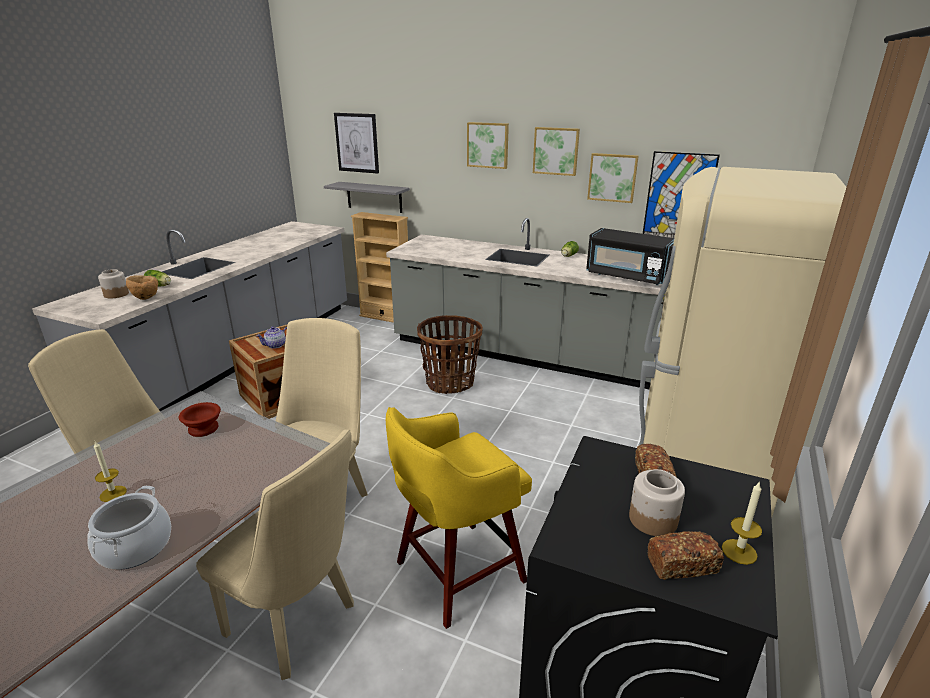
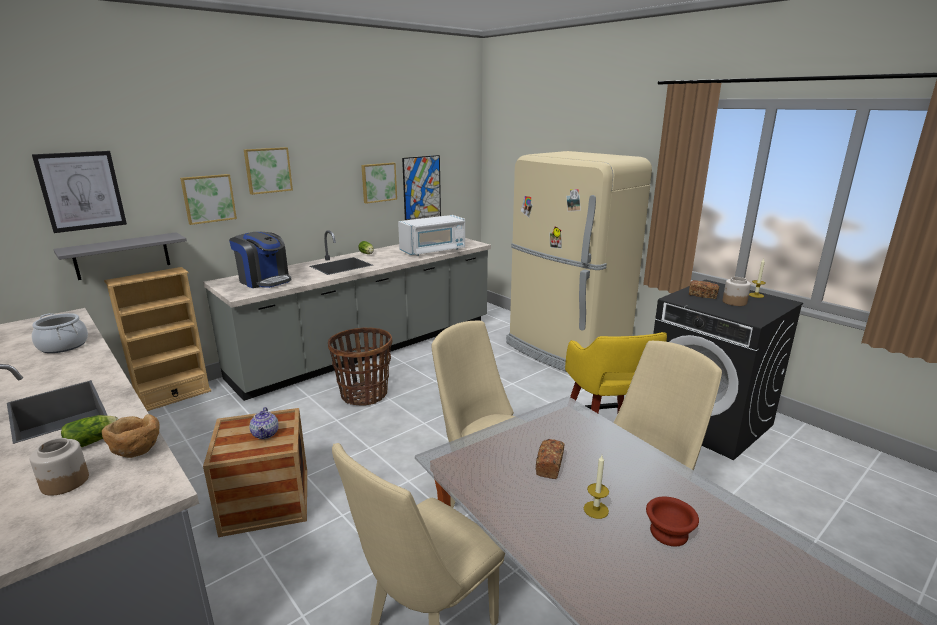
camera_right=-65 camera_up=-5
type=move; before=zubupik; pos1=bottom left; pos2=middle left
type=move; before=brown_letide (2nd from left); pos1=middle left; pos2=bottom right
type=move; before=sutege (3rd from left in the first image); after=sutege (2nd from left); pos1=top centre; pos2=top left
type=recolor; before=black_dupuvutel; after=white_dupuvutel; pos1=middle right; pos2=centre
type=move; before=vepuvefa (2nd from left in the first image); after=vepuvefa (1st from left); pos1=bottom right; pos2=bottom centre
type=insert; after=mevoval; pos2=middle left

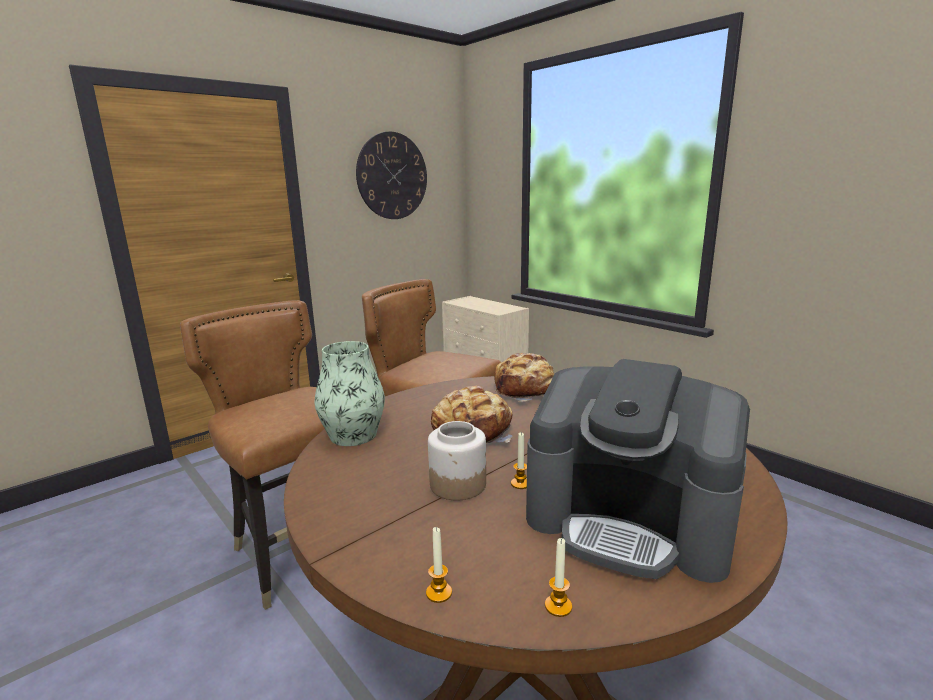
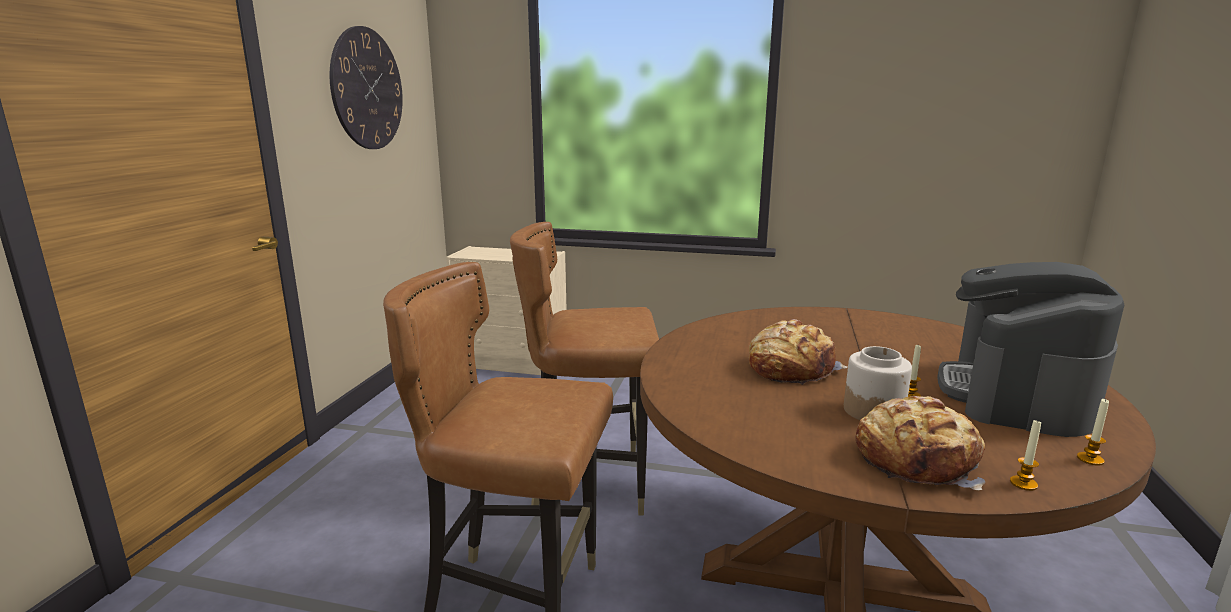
camera_right=-35 camera_up=0
type=delete; before=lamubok; pos1=centre
type=move; before=vepuvefa (2nd from left); pos1=centre; pos2=bottom right
type=rotate; before=mevoval; pos1=bottom right; pos2=middle right; turn=120

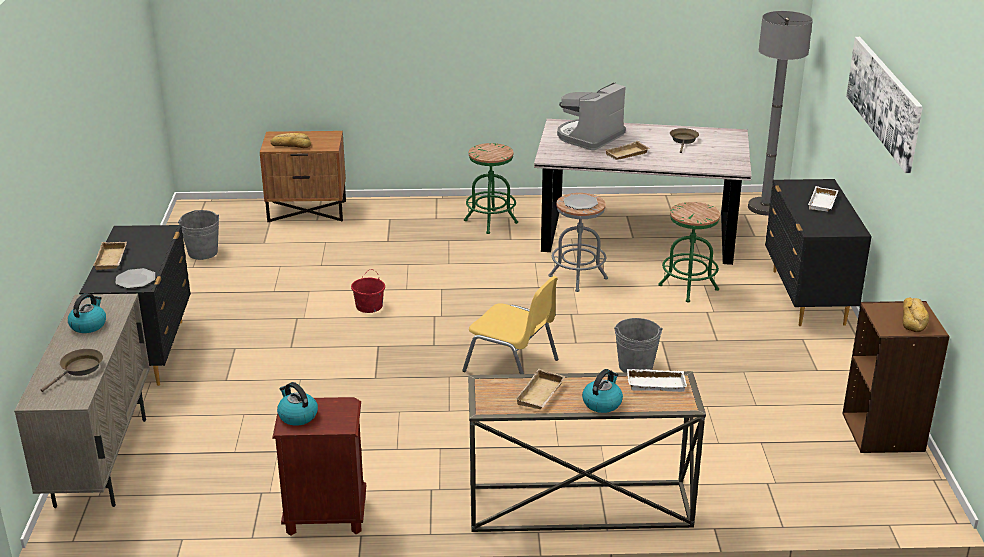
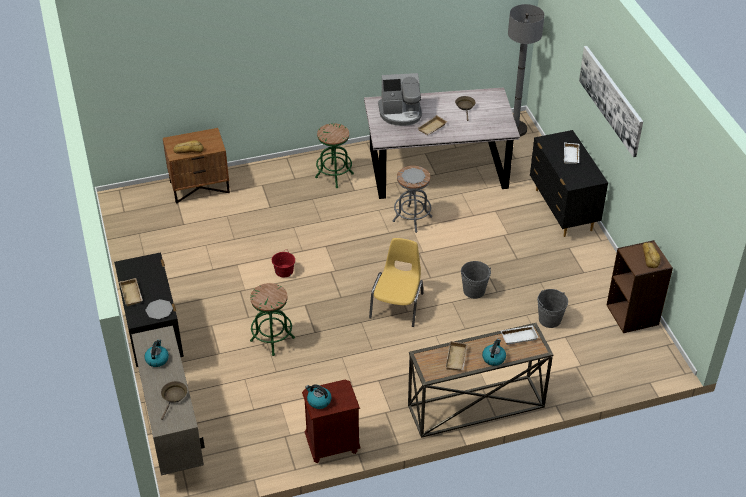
camera_right=-15 camera_up=15
type=move; before=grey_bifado (1st from left in the first image); after=grey_bifado (2nd from left); pos1=middle left; pos2=middle right
type=rotate; before=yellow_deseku; pos1=centre; pos2=centre; turn=-90
type=rotate; before=mevoval; pos1=top centre; pos2=top centre; turn=-120
type=move; before=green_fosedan (2nd from left in the first image); after=green_fosedan (1st from left); pos1=middle right; pos2=centre

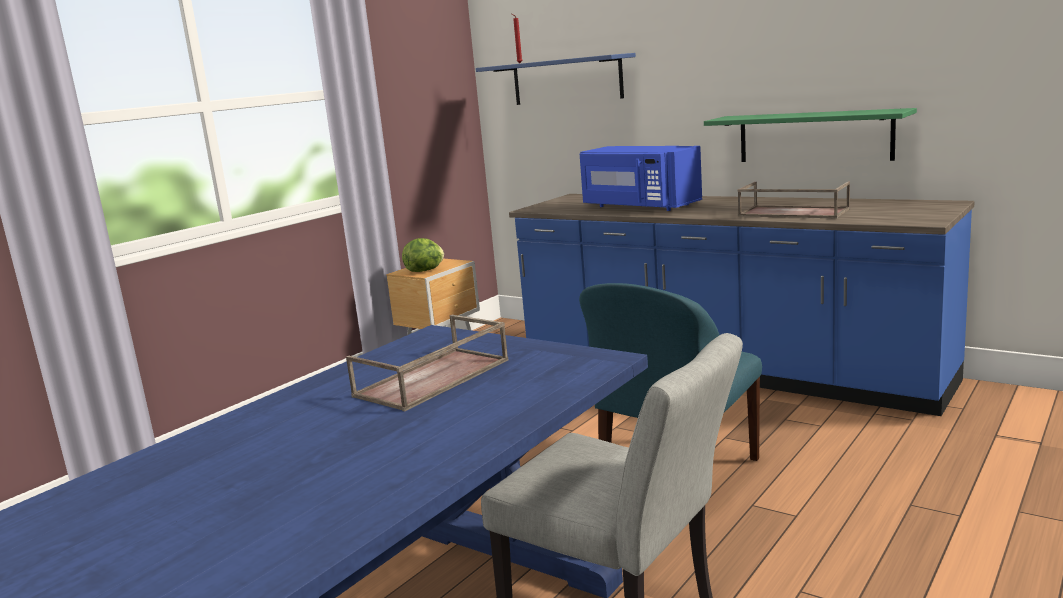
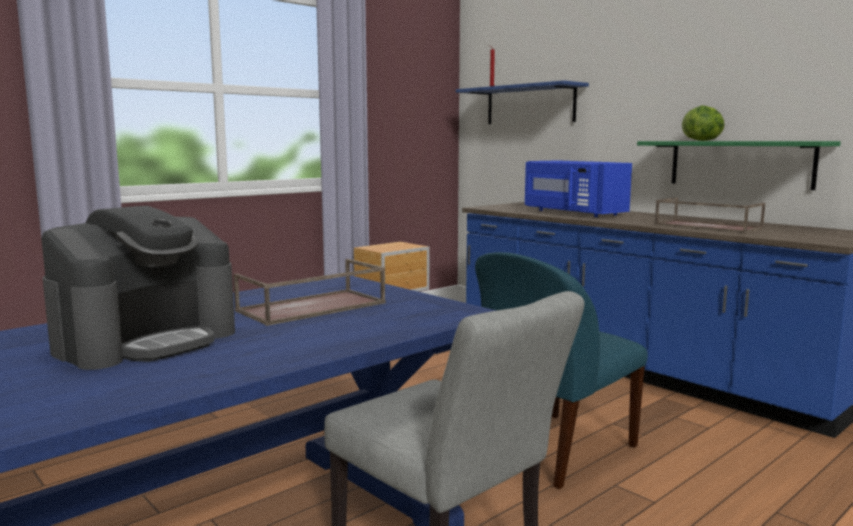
camera_right=10 camera_up=-5
type=move; before=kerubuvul; pos1=centre; pos2=top right
type=insert; after=mevoval; pos2=middle left

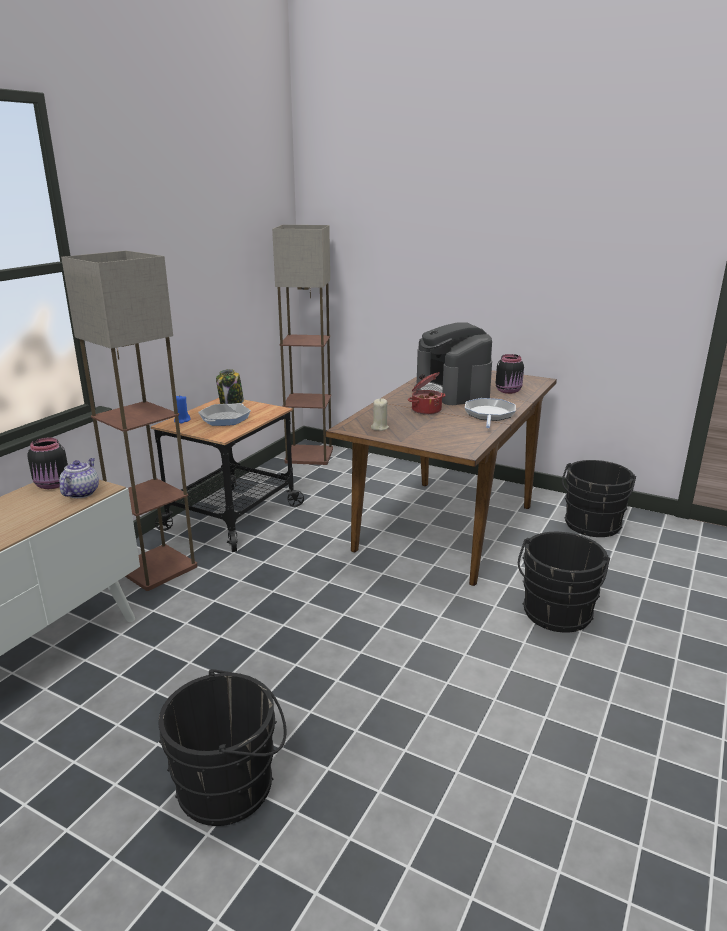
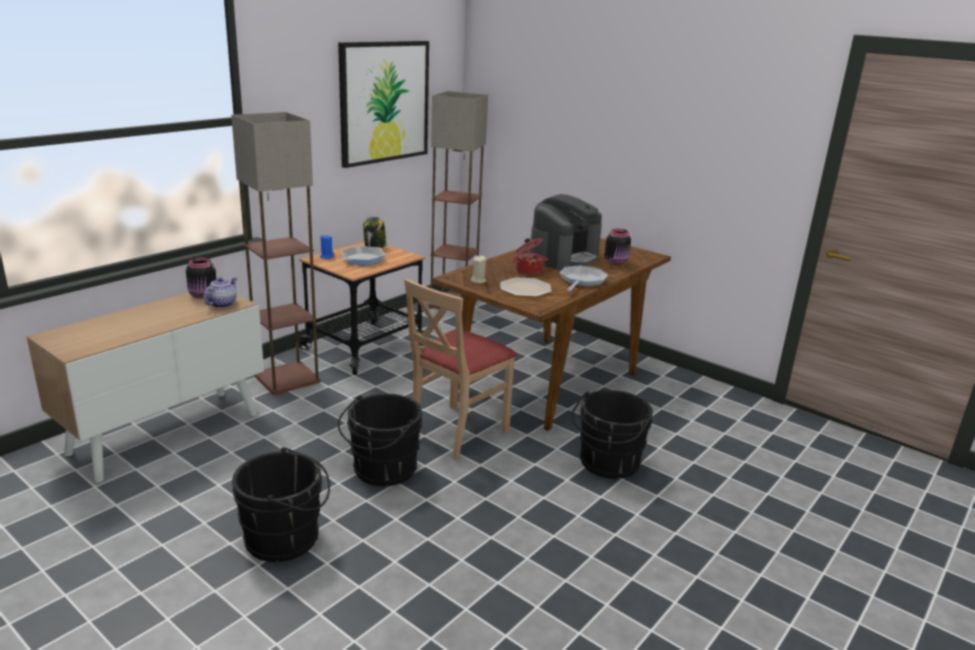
camera_right=10 camera_up=0
type=rotate; before=mevoval; pos1=centre; pos2=centre; turn=-135
type=move; before=black_bifado (3rd from left in the first image); after=black_bifado (2nd from left); pos1=middle right; pos2=bottom centre
type=insert; after=sutege; pos2=top centre
type=insert; after=beige_deseku; pos2=centre
type=insert; after=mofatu; pos2=centre

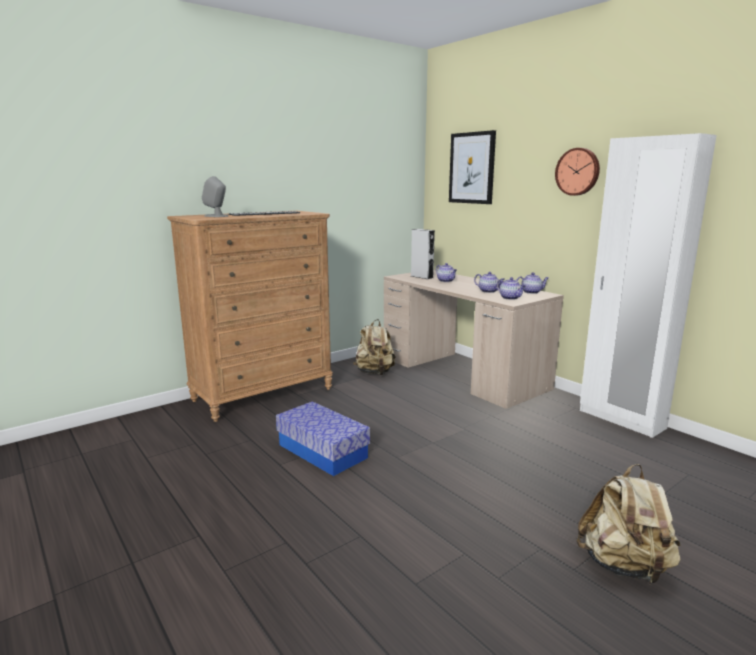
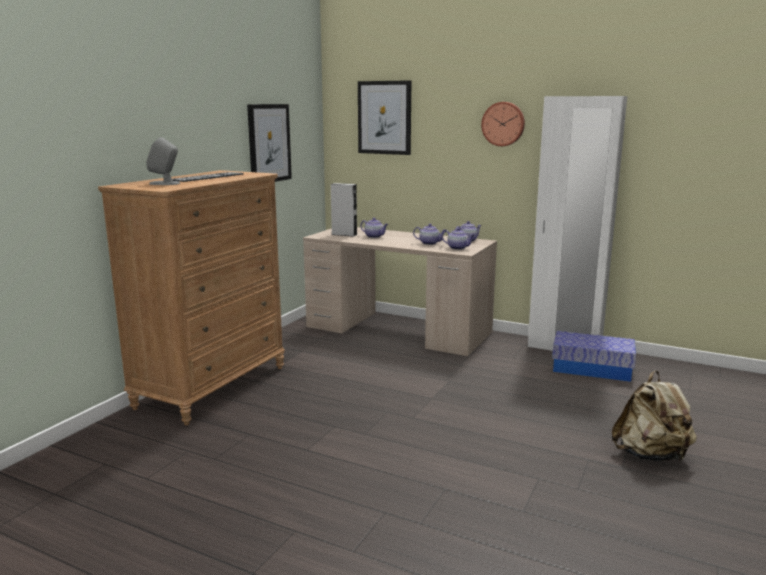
camera_right=-25 camera_up=0
type=move; before=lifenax; pos1=bottom centre; pos2=middle right
type=delete; before=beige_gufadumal (1st from left); pos1=centre
type=insert; after=sutege (1st from left); pos2=top centre

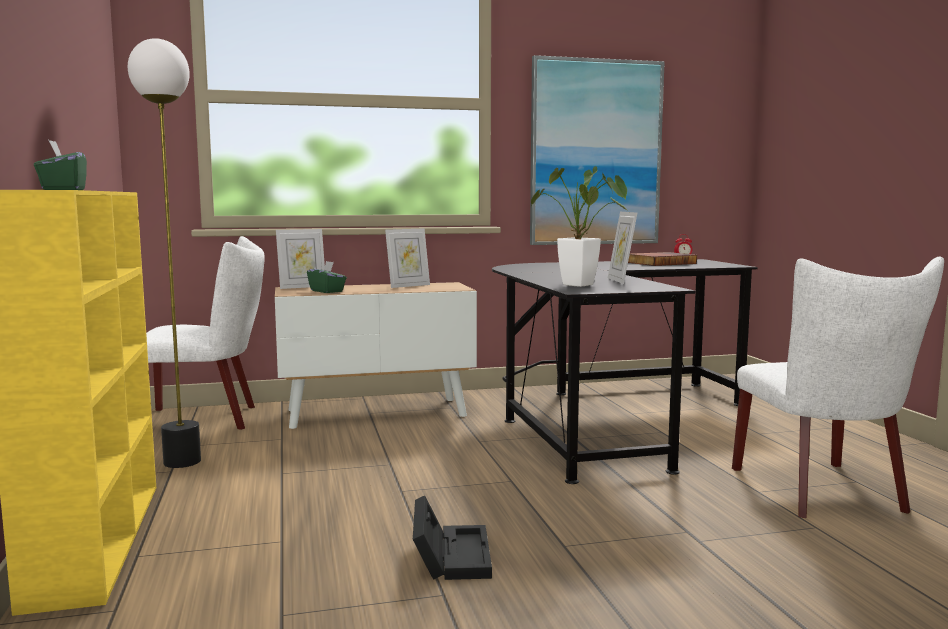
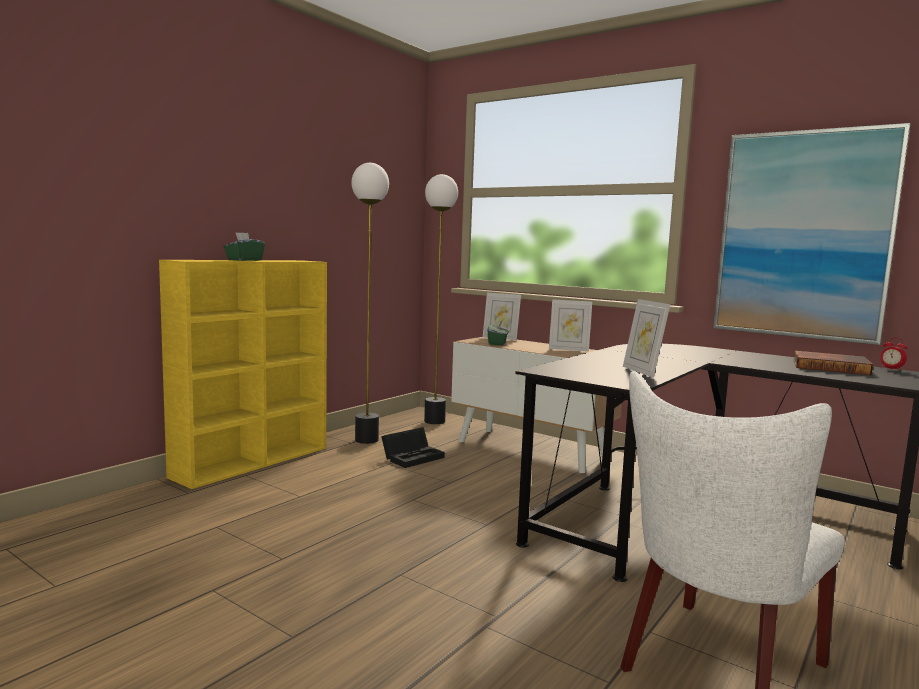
camera_right=50 camera_up=0
type=replace; before=white_deseku (1st from left); after=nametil (2nd from left); pos1=middle left; pos2=centre
type=move; before=black_lifenax; pos1=bottom centre; pos2=centre
type=delete; before=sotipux; pos1=centre
type=rotate; before=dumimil (3rd from left); pos1=centre; pos2=middle right; turn=-60

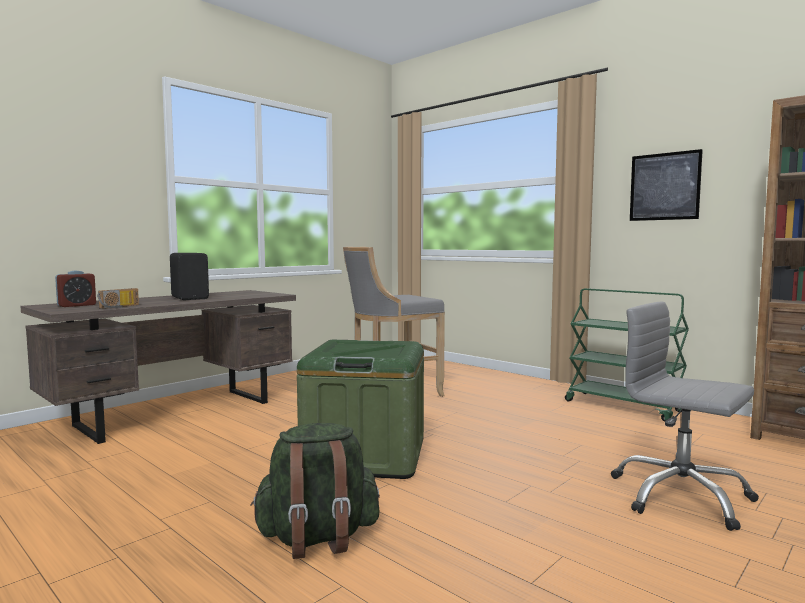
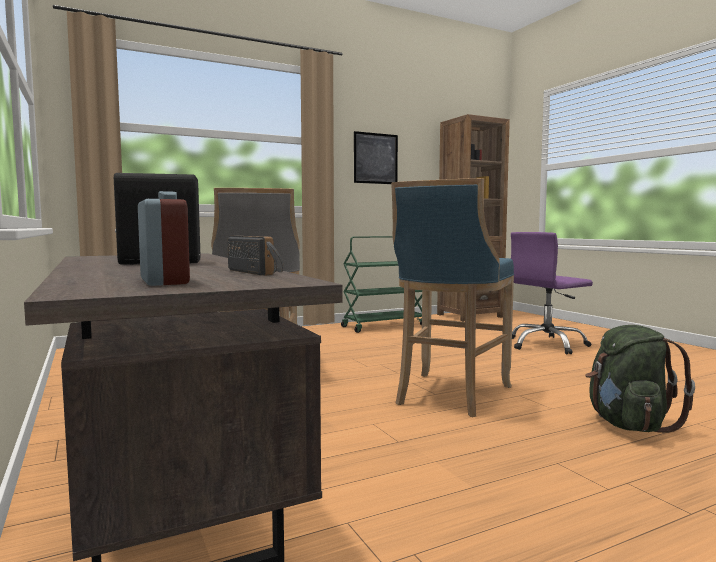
camera_right=-70 camera_up=0
type=replace; before=green_lifenax; after=blue_fosedan; pos1=bottom centre; pos2=centre
type=recolor; before=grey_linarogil; after=purple_linarogil; pos1=bottom right; pos2=middle right

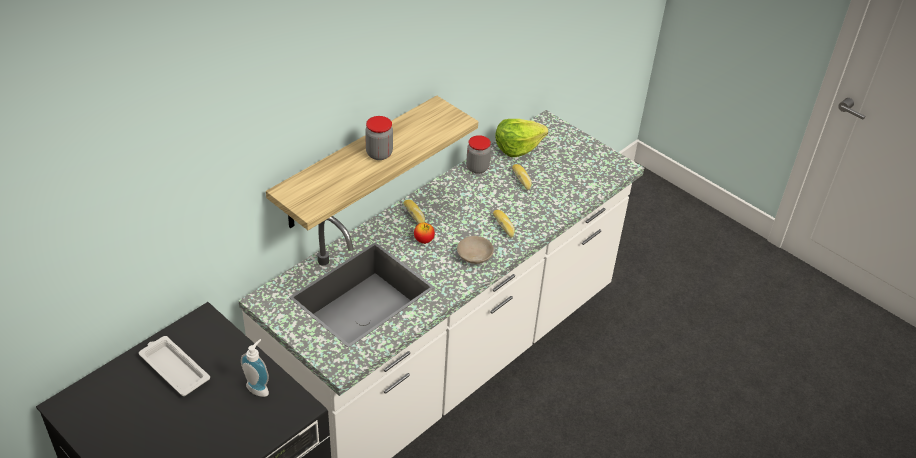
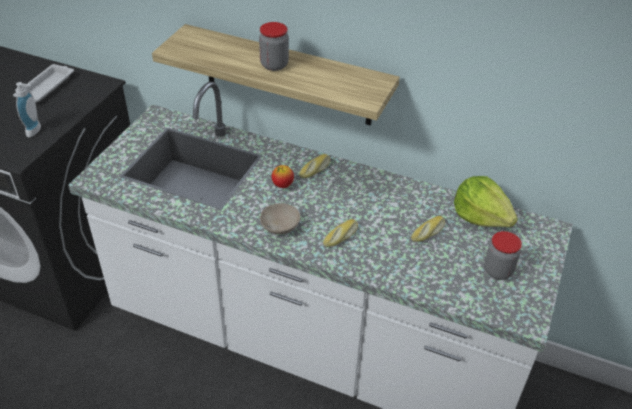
camera_right=70 camera_up=0
type=move; before=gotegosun (2nd from left); pos1=centre; pos2=middle right

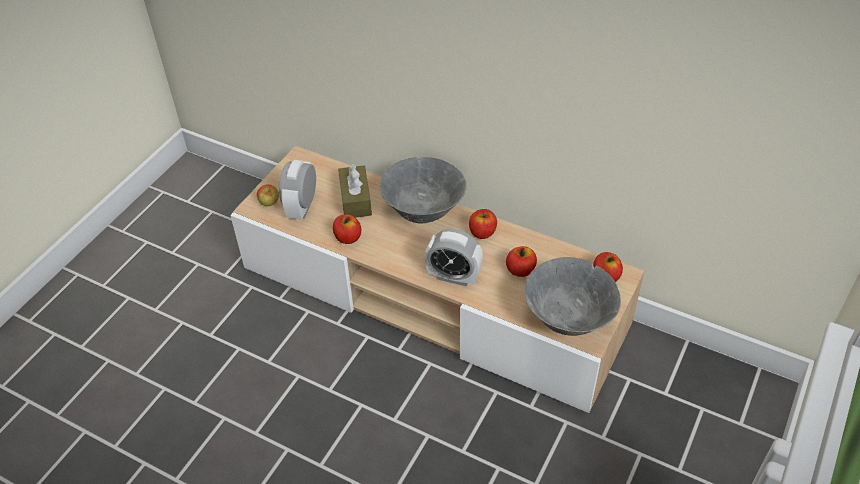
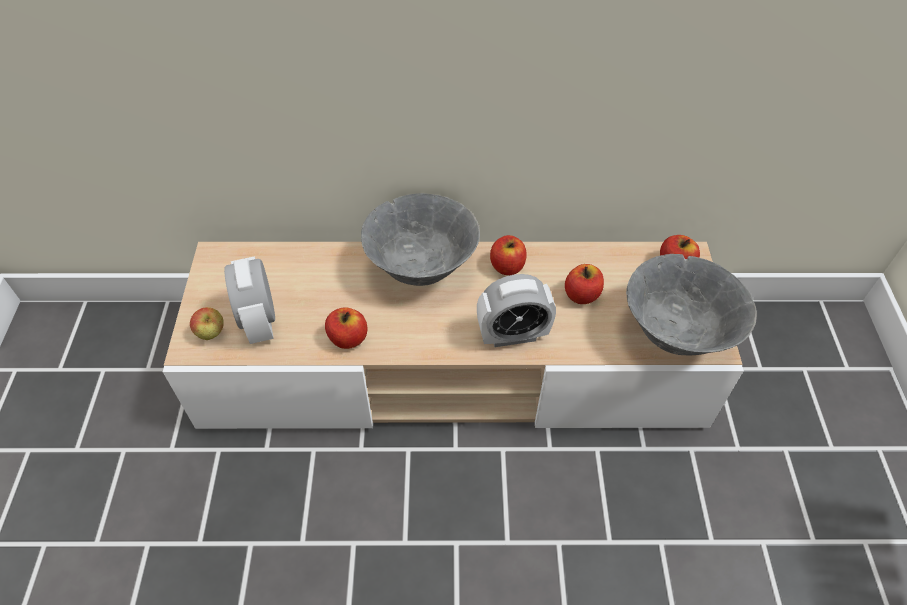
camera_right=-30 camera_up=5
type=delete; before=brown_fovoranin; pos1=centre

